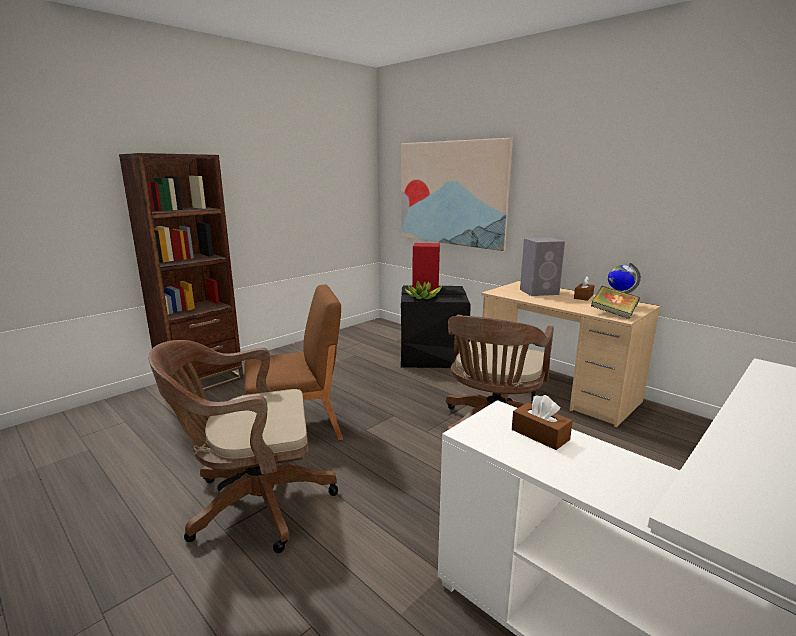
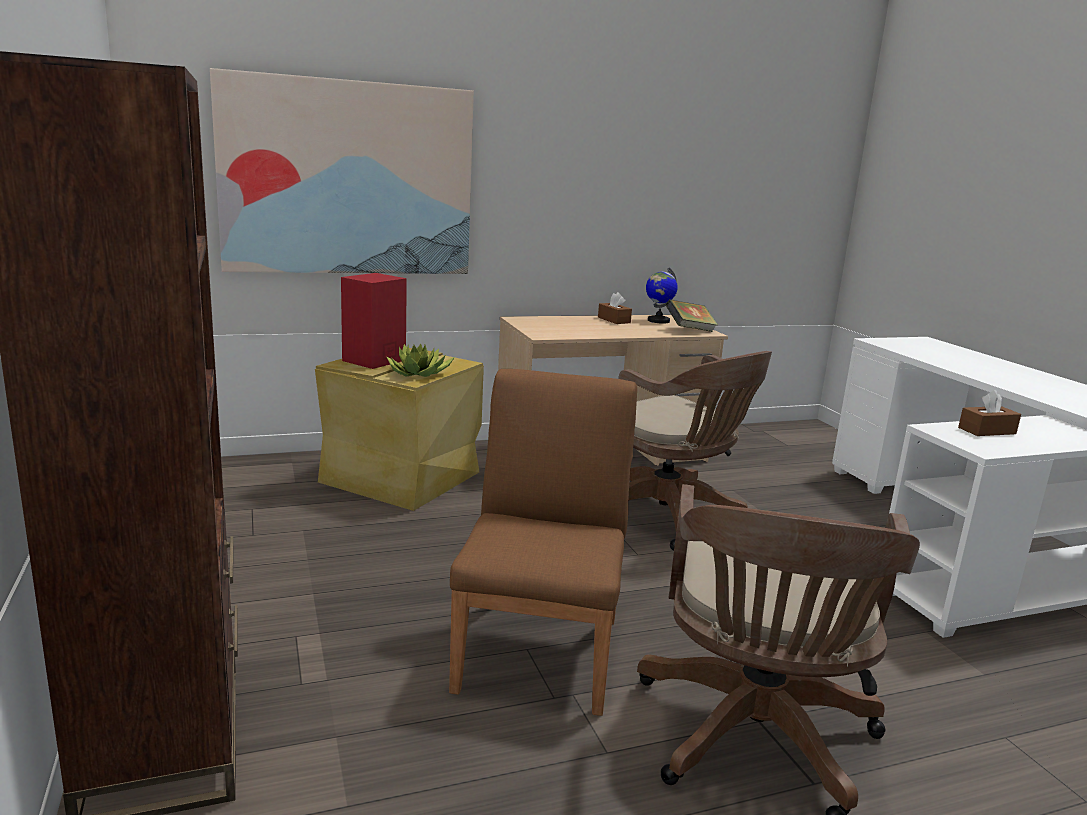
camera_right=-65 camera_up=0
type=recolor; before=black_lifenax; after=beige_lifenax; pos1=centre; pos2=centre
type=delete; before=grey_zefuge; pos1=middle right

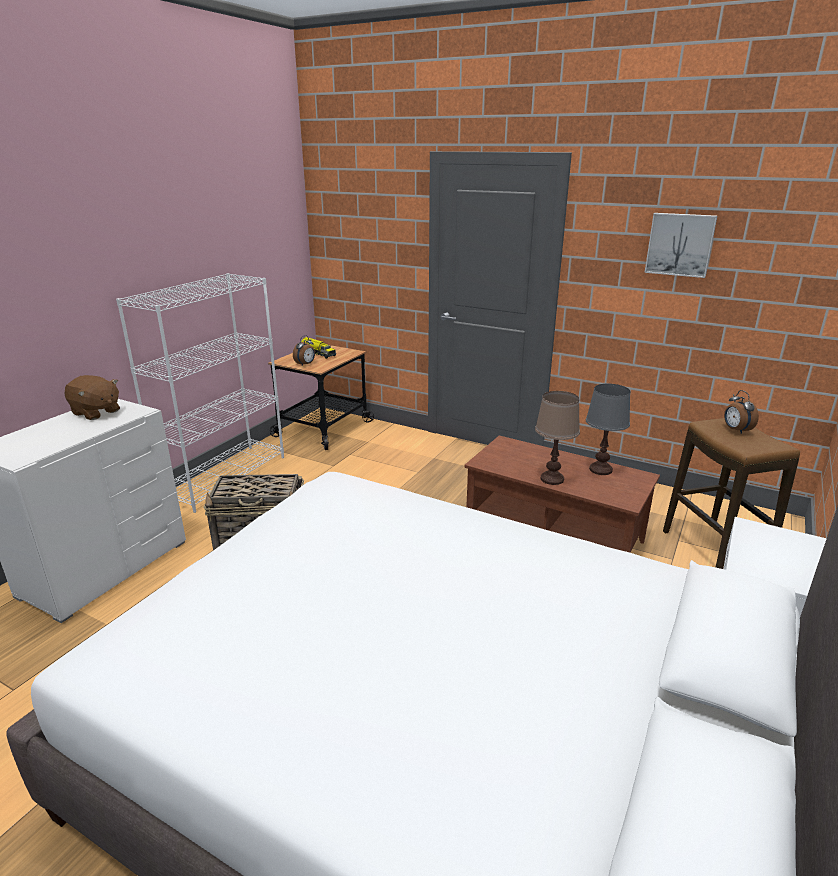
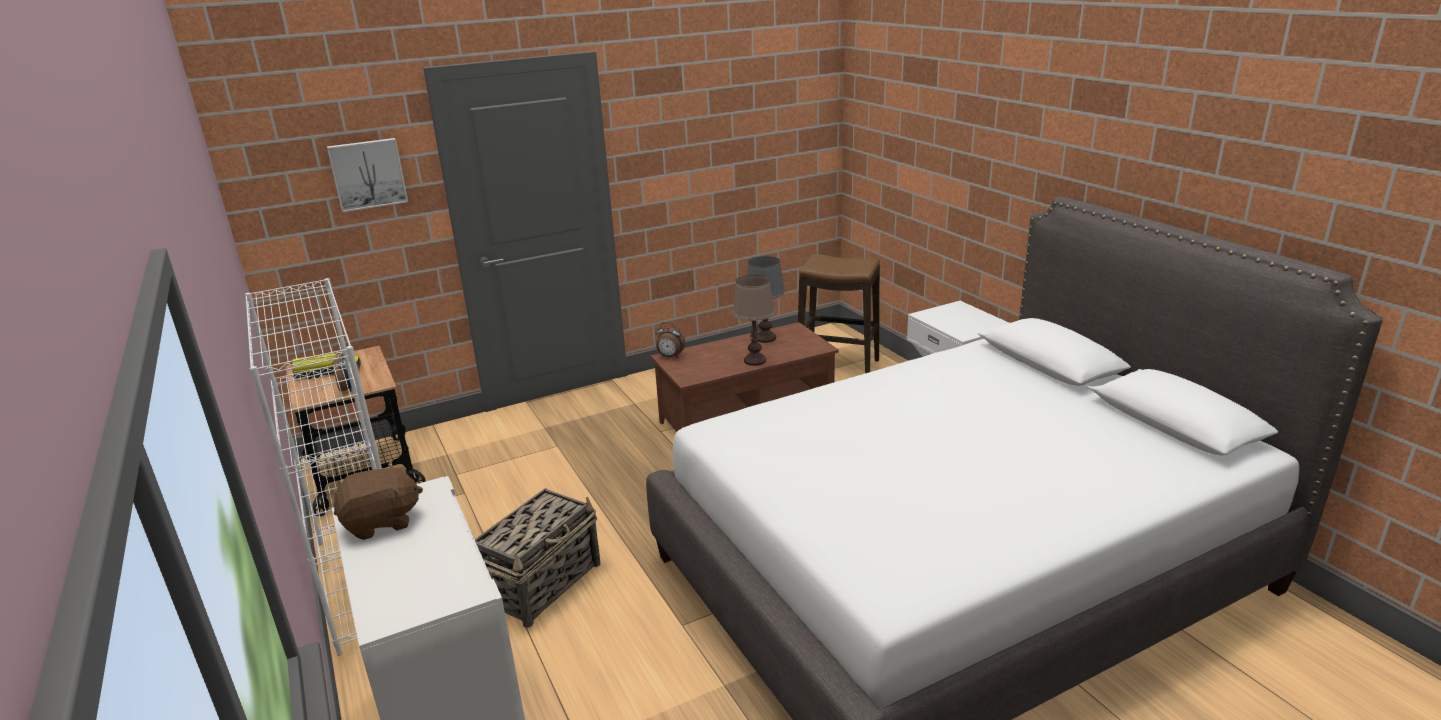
camera_right=-55 camera_up=0
type=move; before=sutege; pos1=top right; pos2=top left
type=move; before=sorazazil (2nd from left); pos1=middle right; pos2=centre

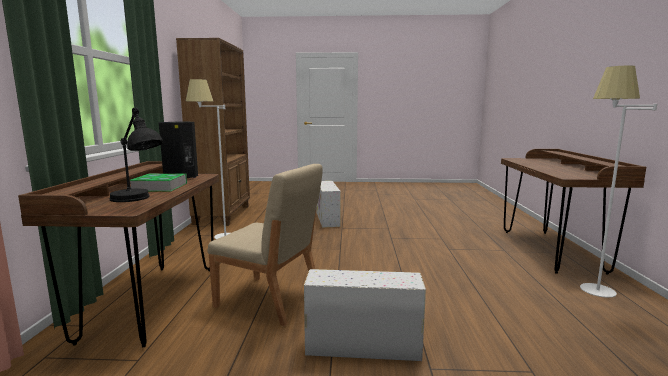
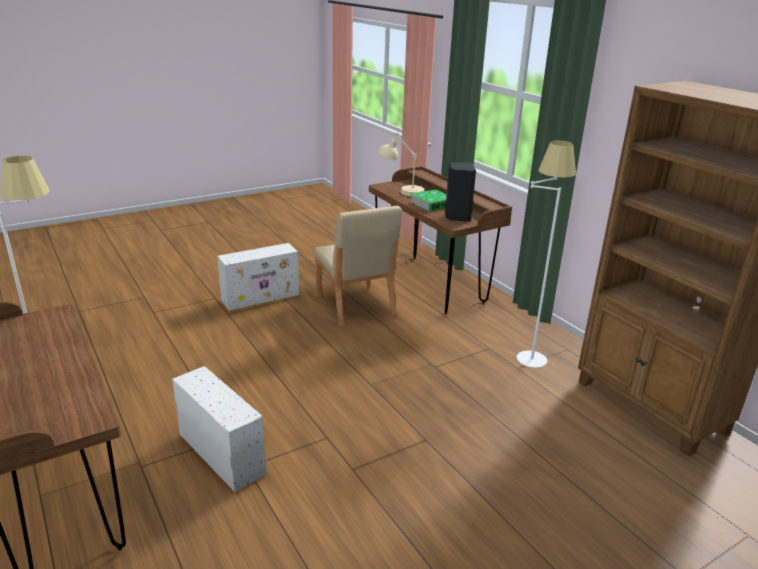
camera_right=145 camera_up=15
type=recolor; before=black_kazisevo; after=beige_kazisevo; pos1=middle left; pos2=top centre
type=rotate; before=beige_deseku; pos1=centre; pos2=centre; turn=-105
type=move; before=white_lifenax (1st from left); pos1=centre; pos2=bottom left

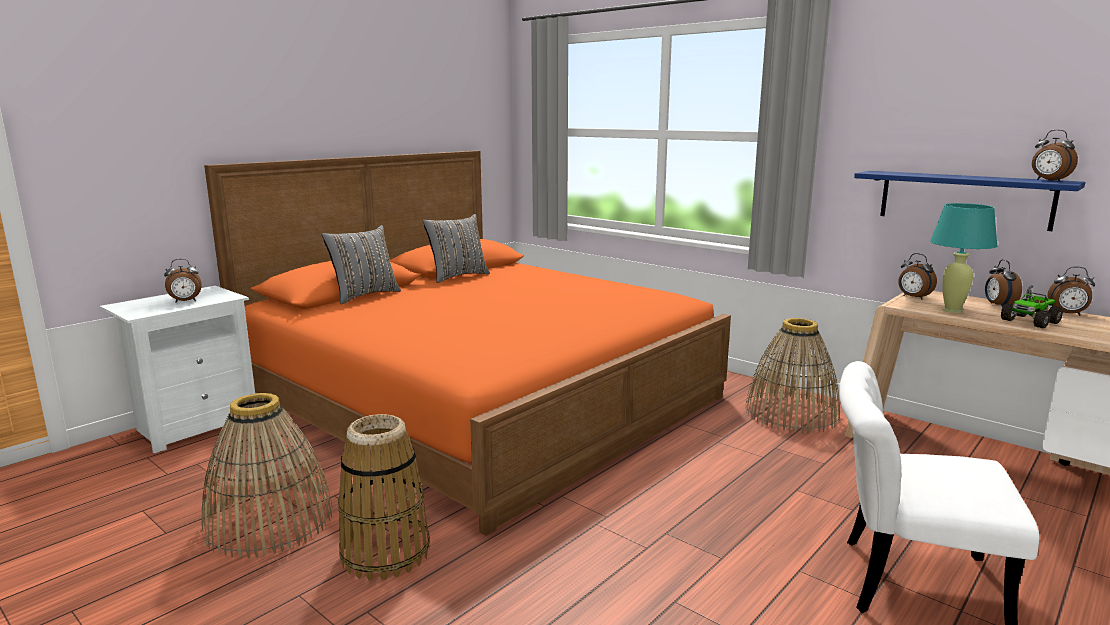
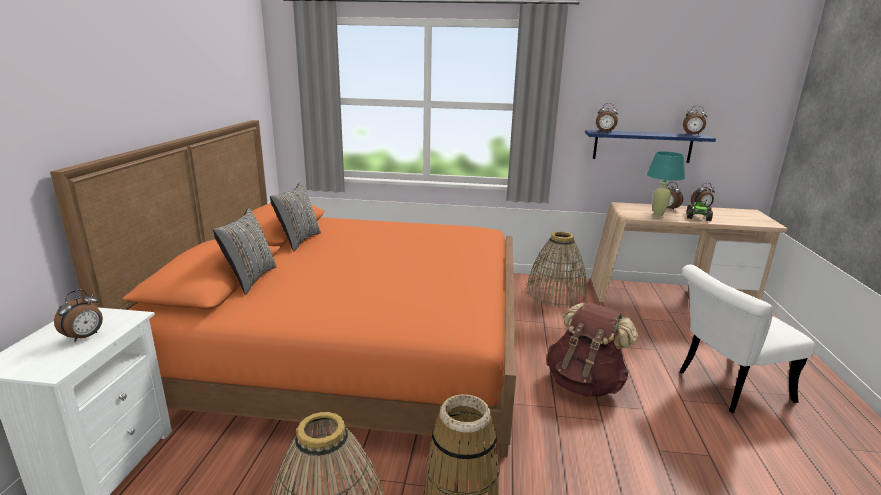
camera_right=-35 camera_up=5
type=move; before=sorazazil (2nd from left); pos1=middle right; pos2=top right
type=insert; after=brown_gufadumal; pos2=bottom right

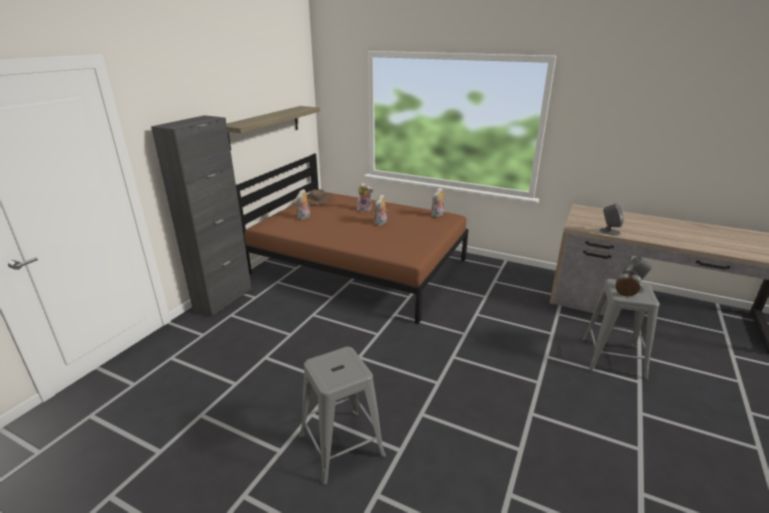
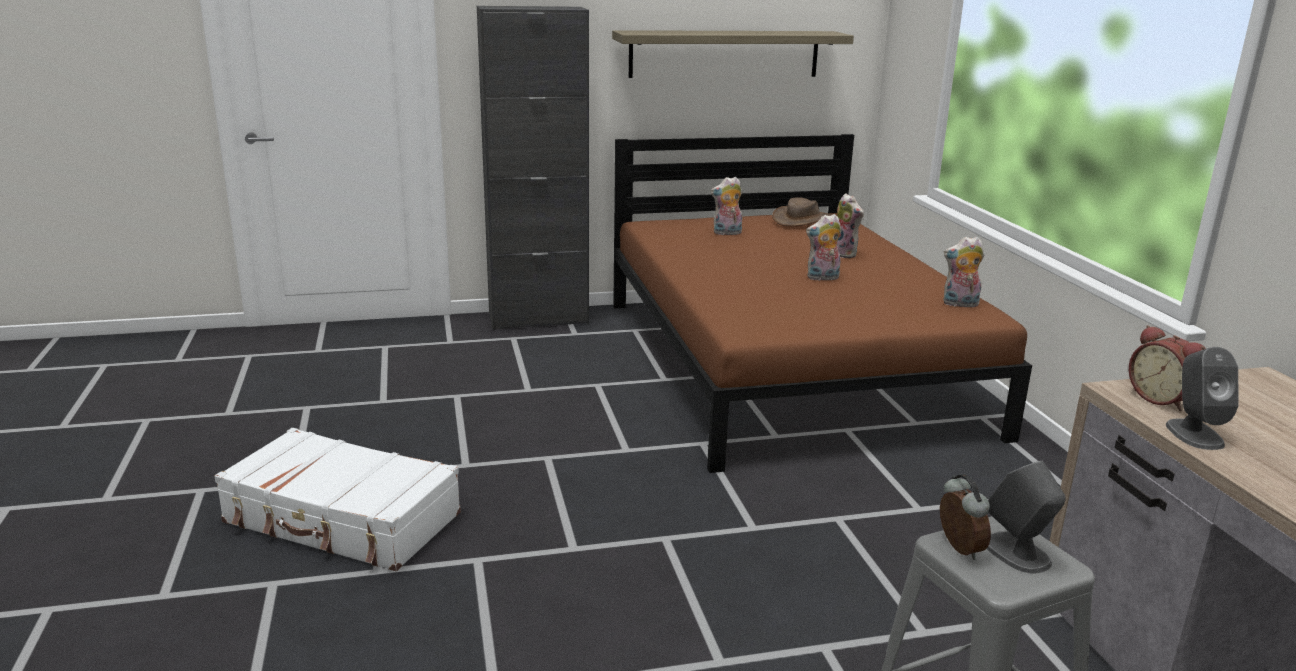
camera_right=50 camera_up=-5
type=replace; before=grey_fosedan (1st from left); after=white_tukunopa; pos1=bottom centre; pos2=bottom left
type=insert; after=sorazazil (2nd from left); pos2=middle right

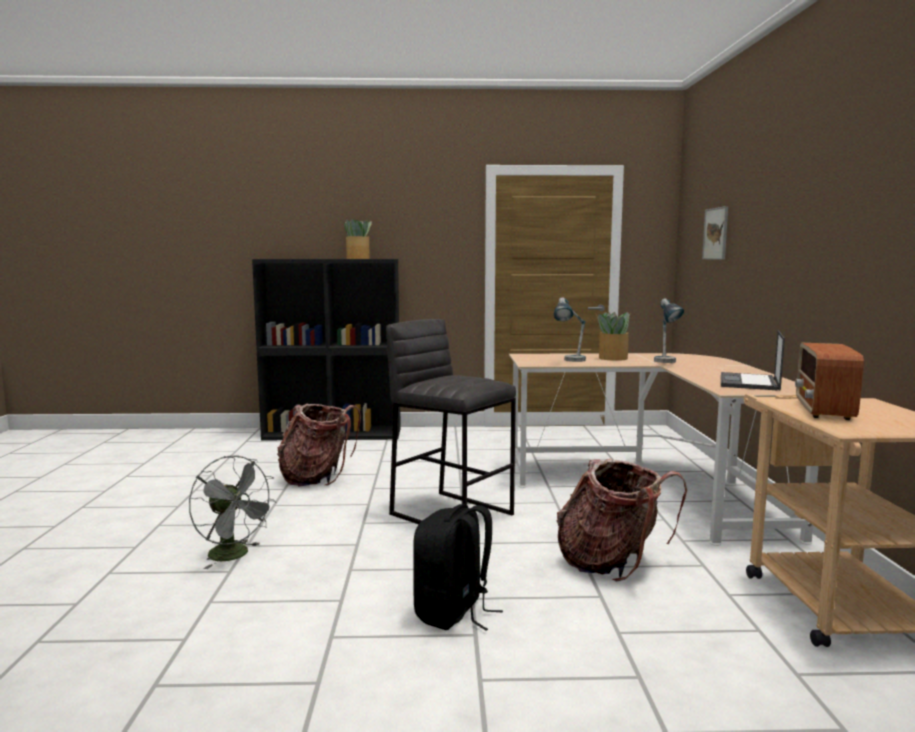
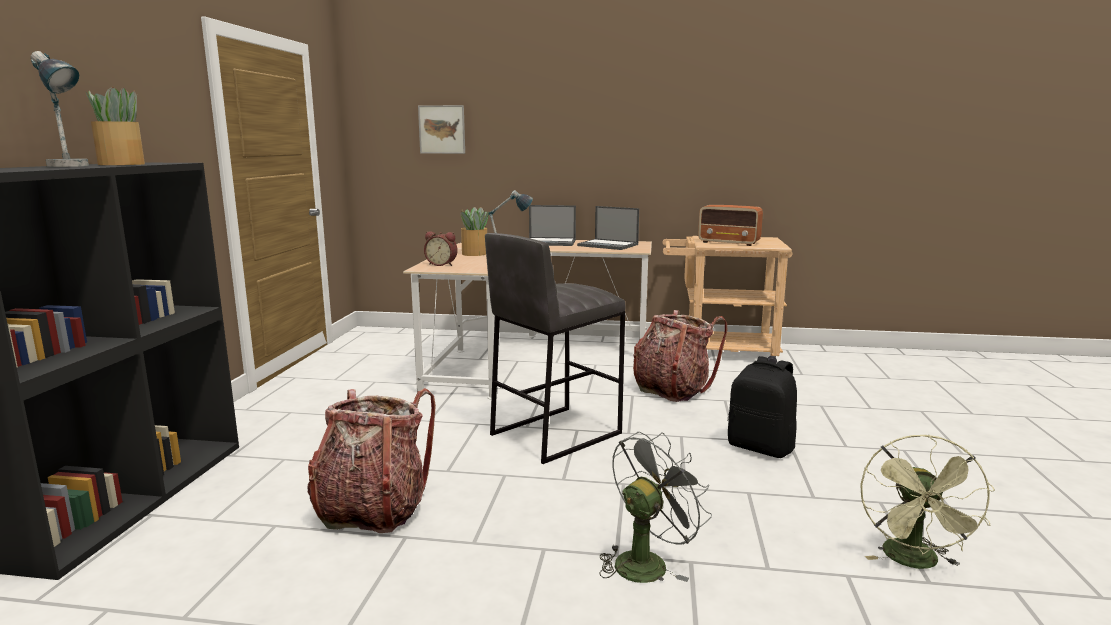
camera_right=-80 camera_up=5
type=move; before=kazisevo (1st from left); pos1=centre; pos2=top left
type=insert; after=sorazazil; pos2=centre
type=insert; after=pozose (1st from left); pos2=centre
type=insert; after=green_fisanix; pos2=bottom right

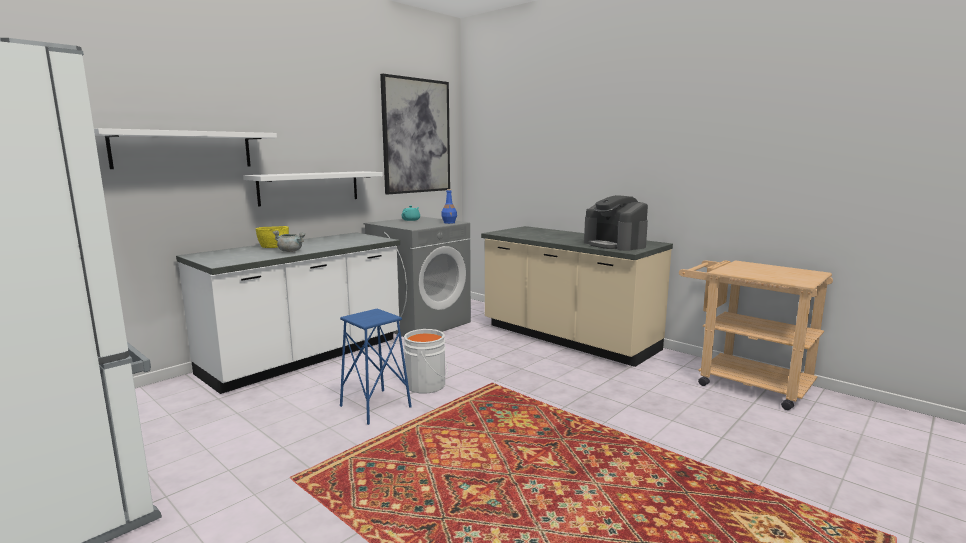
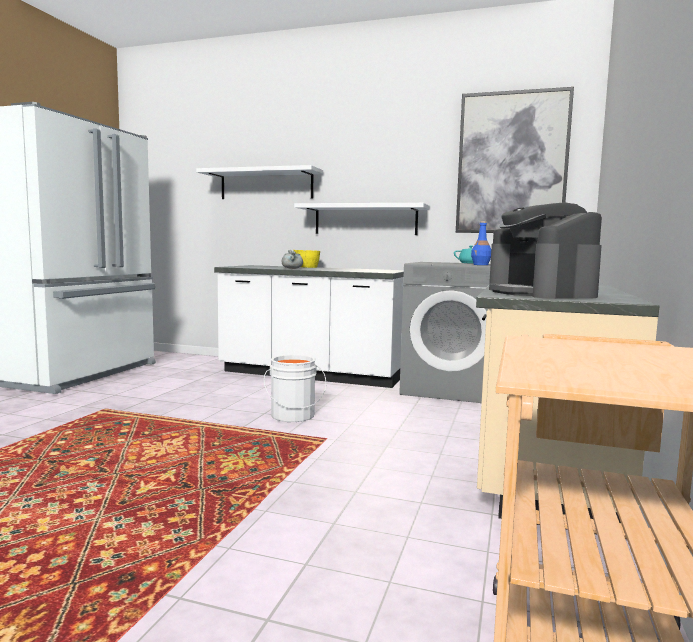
camera_right=65 camera_up=-5
type=delete; before=blue_fosedan; pos1=bottom centre
type=rotate; before=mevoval; pos1=centre; pos2=middle right; turn=-45

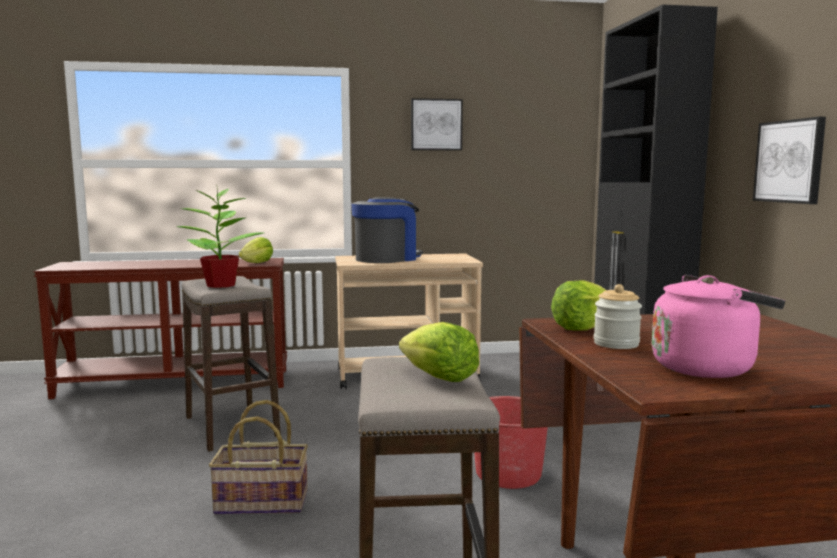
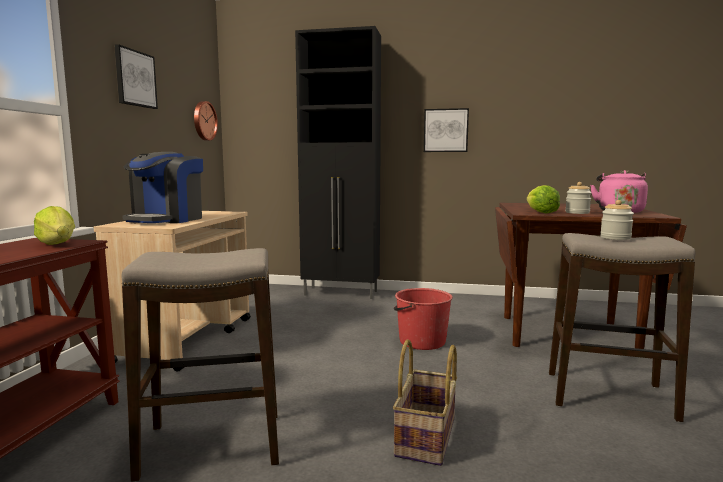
camera_right=-70 camera_up=0
type=delete; before=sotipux; pos1=middle left
type=rotate; before=mevoval; pos1=centre; pos2=middle left; turn=-135
type=replace; before=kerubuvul (2nd from left); after=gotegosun (2nd from left); pos1=centre; pos2=middle right
type=insert; after=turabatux; pos2=top left

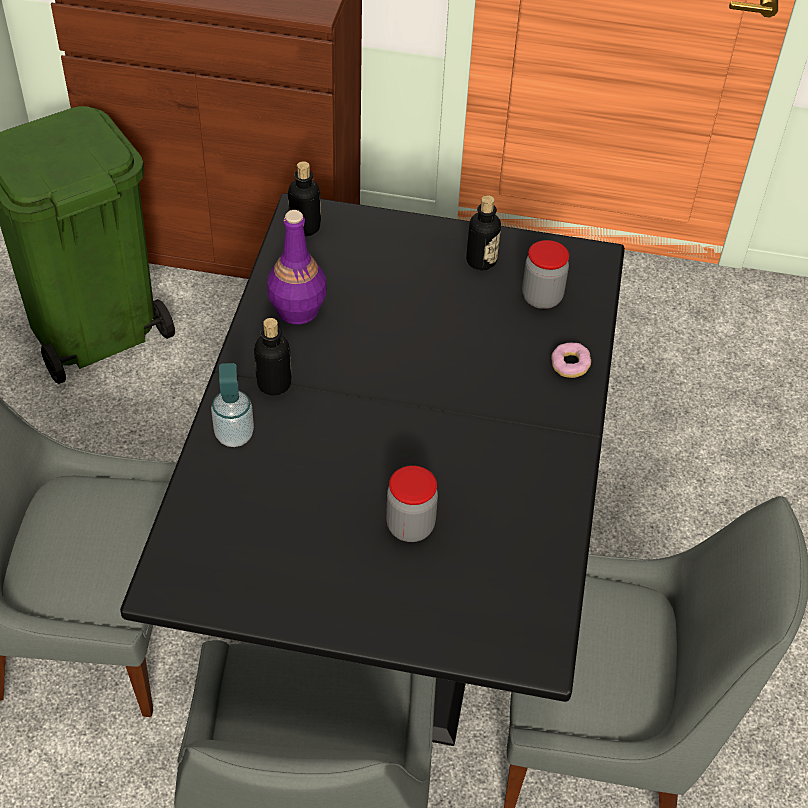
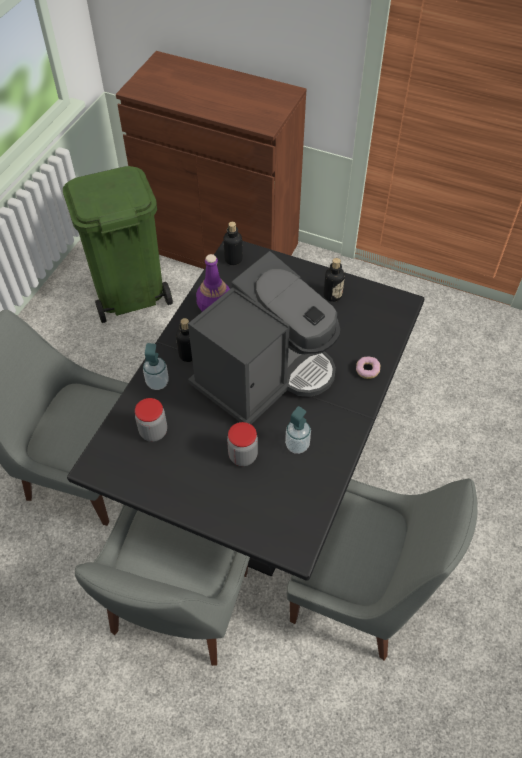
camera_right=15 camera_up=5
type=move; before=gotegosun (2nd from left in the first image); after=gotegosun (1st from left); pos1=middle right; pos2=middle left
type=insert; after=mevoval; pos2=centre
type=insert; after=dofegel (2nd from left); pos2=centre

